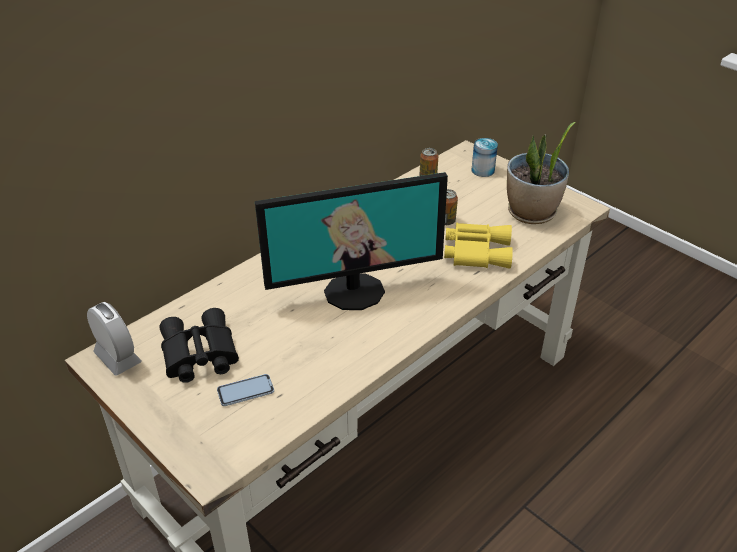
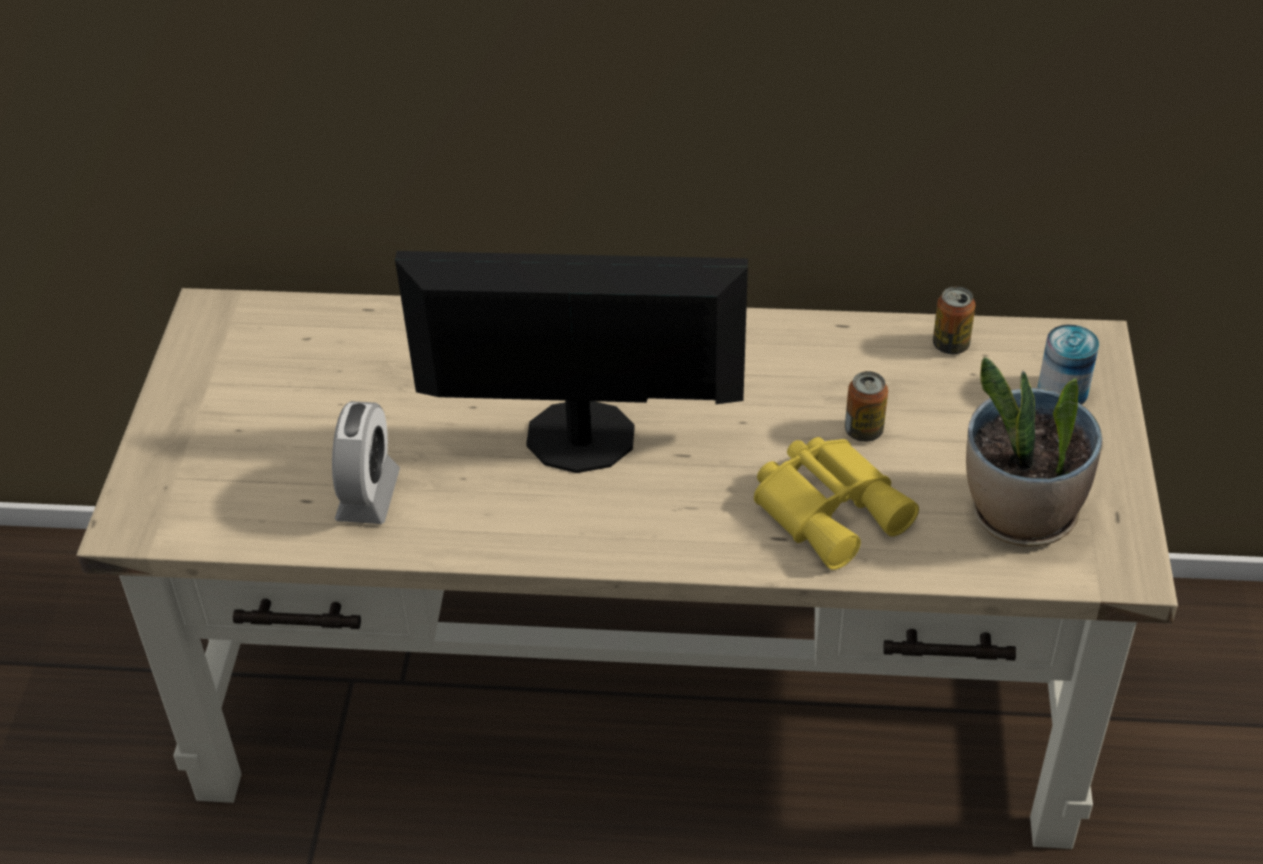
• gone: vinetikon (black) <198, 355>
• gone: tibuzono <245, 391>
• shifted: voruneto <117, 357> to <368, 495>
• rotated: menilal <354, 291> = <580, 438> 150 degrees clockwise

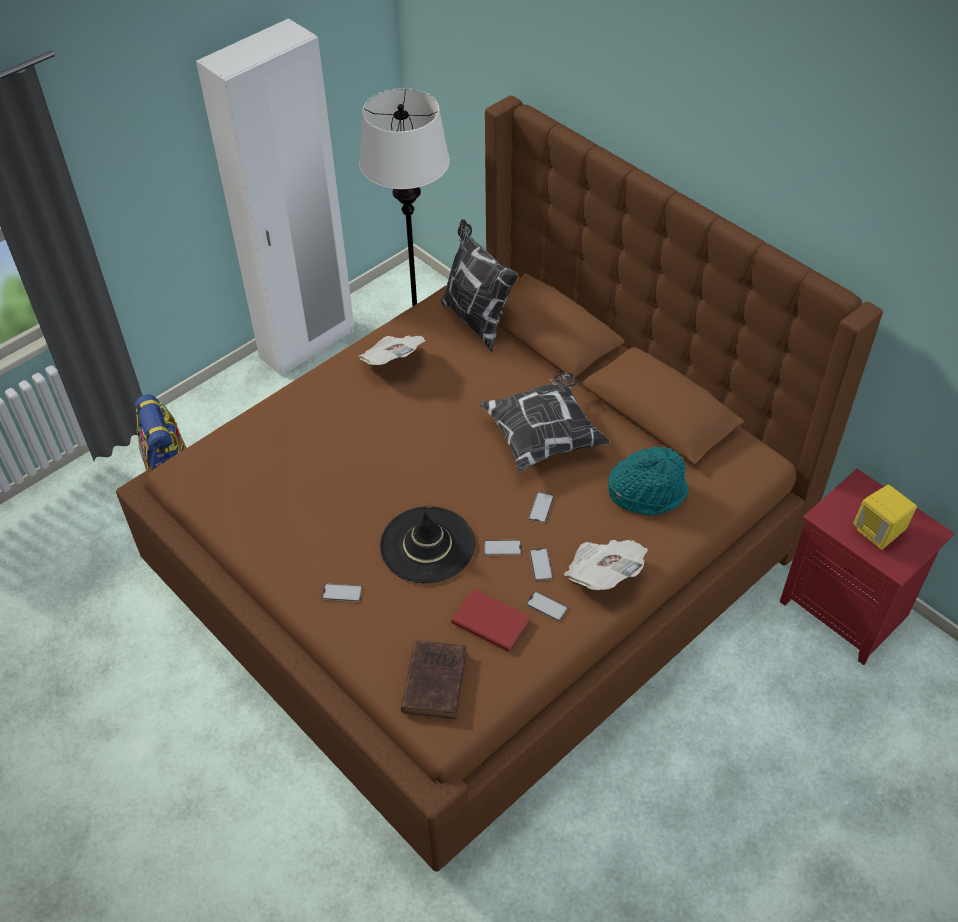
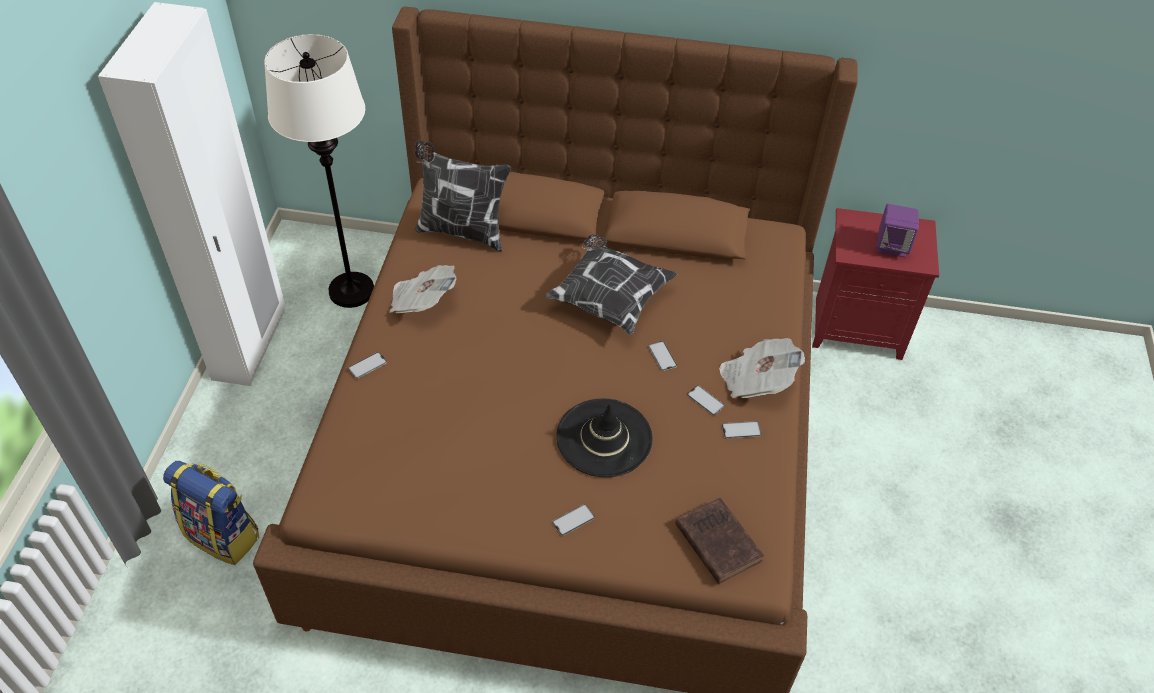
• gone: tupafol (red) <491, 620>
• gone: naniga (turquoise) <647, 492>
• shifted: tibuzono <502, 548> to <367, 365>
• repainted: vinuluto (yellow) <878, 532> to vinuluto (purple) <892, 246>

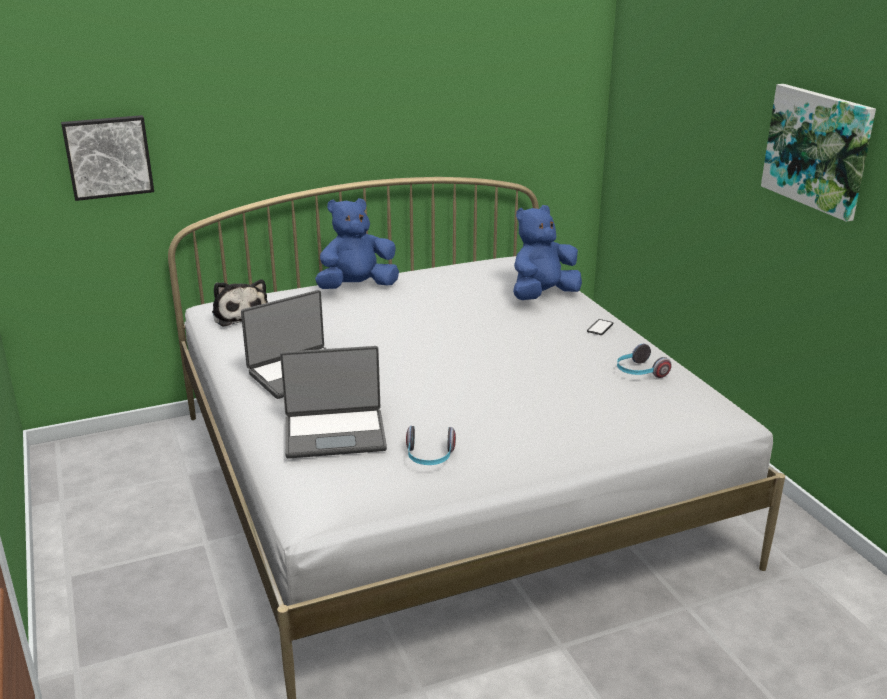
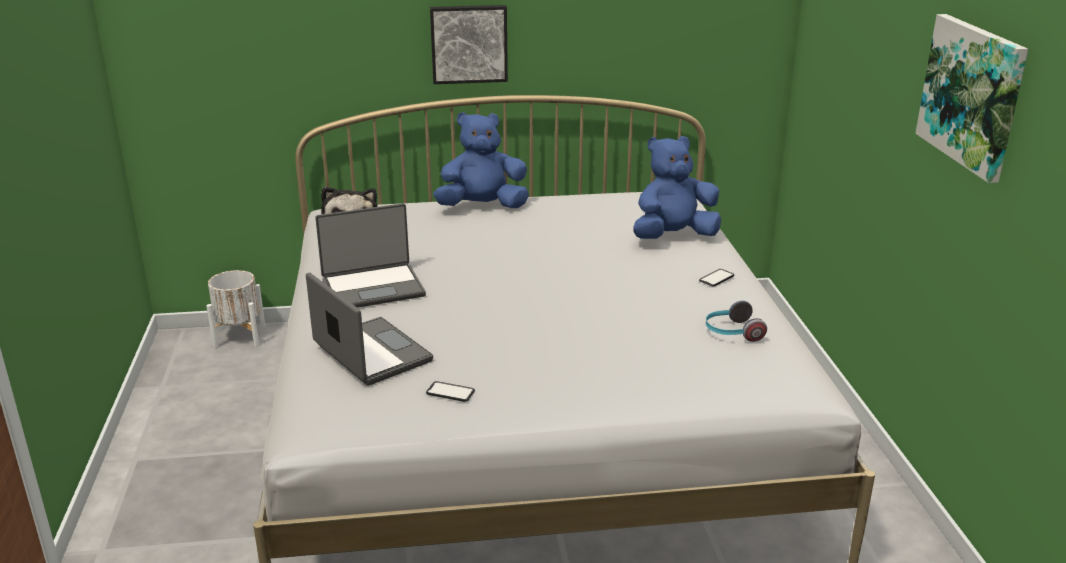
• new: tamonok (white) <239, 336>
• shifted: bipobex <108, 156> to <469, 43>
• swapped: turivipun <429, 458> to tibuzono <450, 392>
• rotated: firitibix <335, 434> = <370, 354> 135 degrees counterclockwise

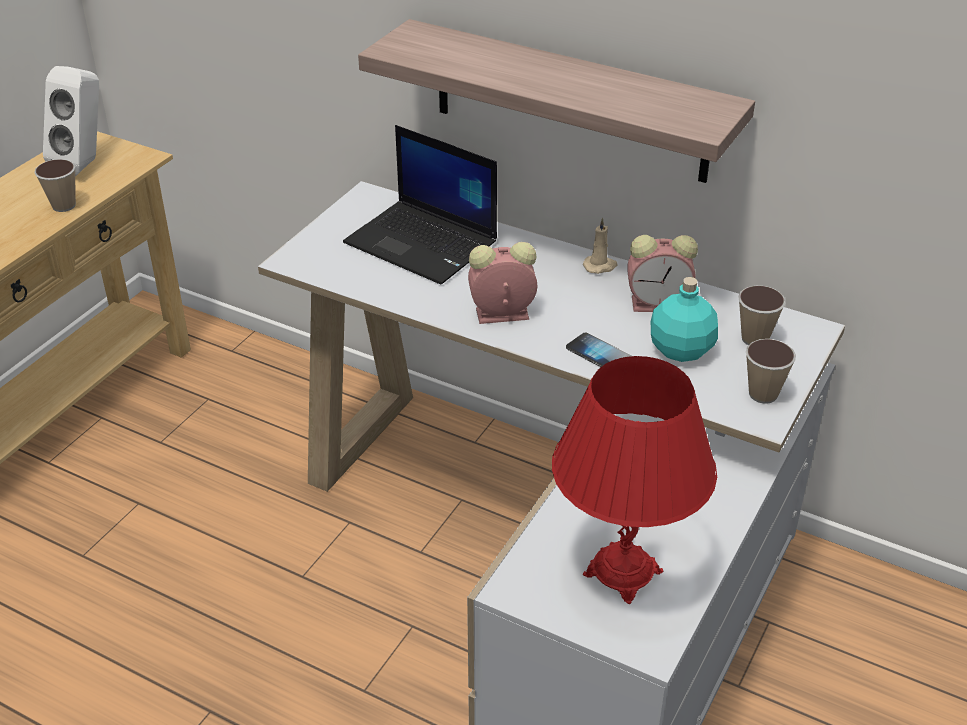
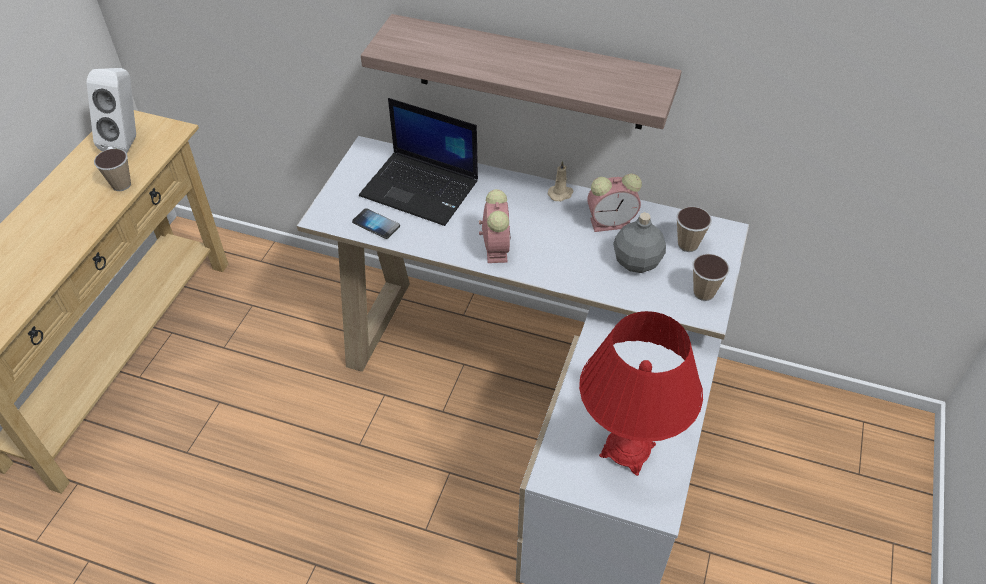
• shifted: tibuzono <598, 354> to <376, 224>
• repainted: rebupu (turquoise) <681, 350> to rebupu (grey) <637, 262>
• rotated: voruneto <500, 314> = <495, 247> 105 degrees clockwise

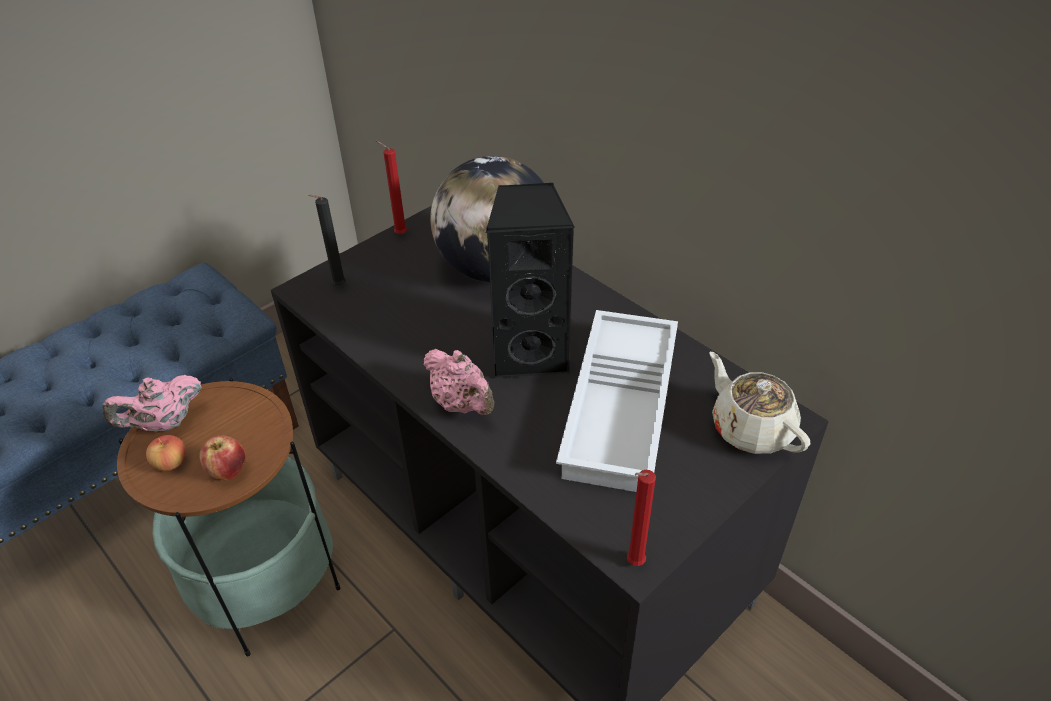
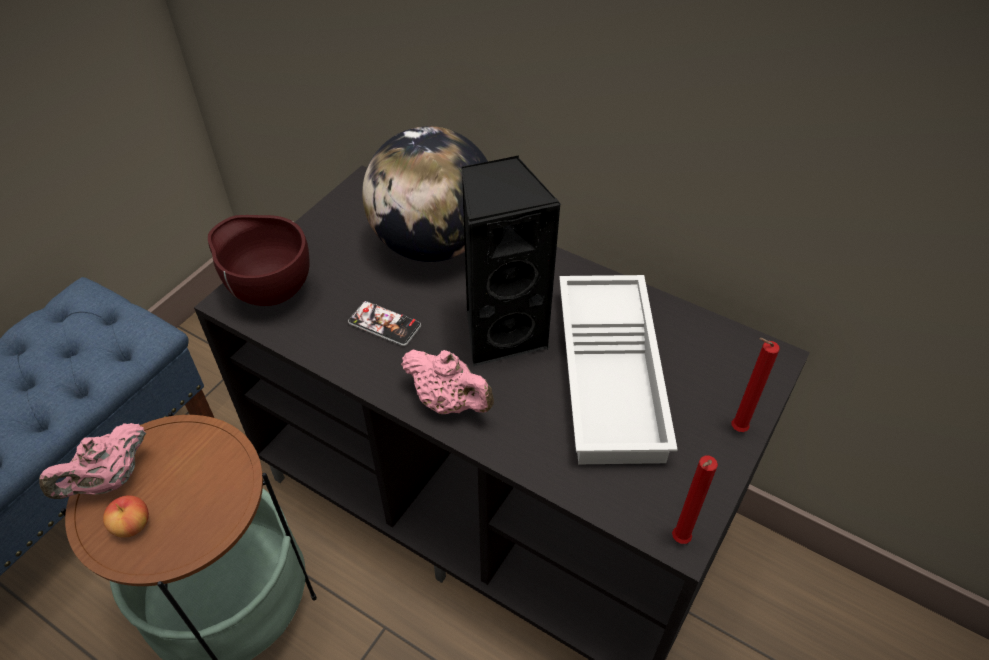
• gone: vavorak <228, 471>
• gone: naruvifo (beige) <750, 428>
• new: tibuzono <384, 324>
• shifted: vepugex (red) <398, 234> to <735, 429>
• swapped: vepugex (black) <337, 286> to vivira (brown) <269, 291>

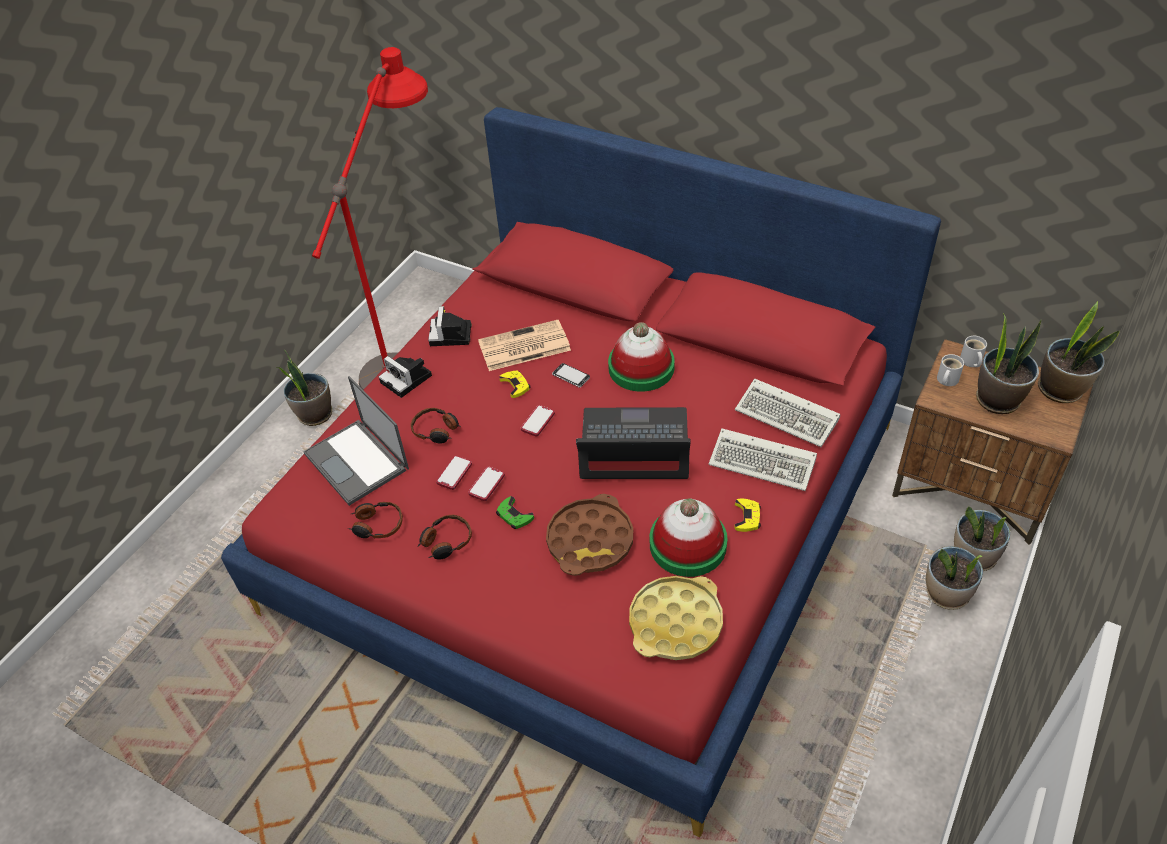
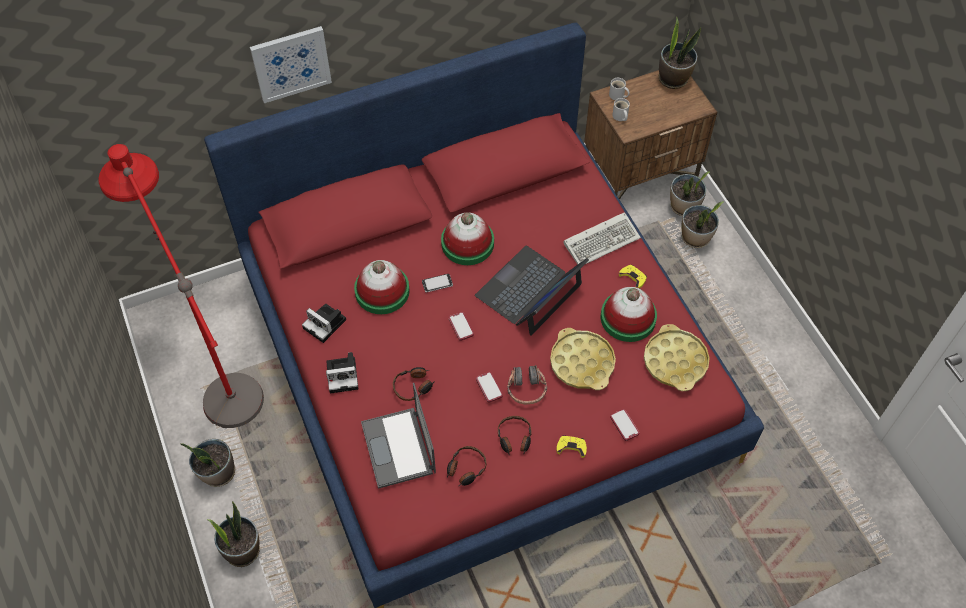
• gone: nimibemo <789, 416>
• new: bipobex <291, 63>
• shifted: tibuzono <454, 473> to <624, 425>
• shifted: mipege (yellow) <515, 385> to <571, 447>
• shifted: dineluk <998, 399> to <242, 550>
• swapped: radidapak <523, 347> to naniga <382, 291>
• swapped: mipege (green) <514, 515> to turivipun <526, 389>
• repainted: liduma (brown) <590, 540> to liduma (yellow) <582, 363>
• rotated: firitibix <357, 462> = <399, 448> 75 degrees clockwise

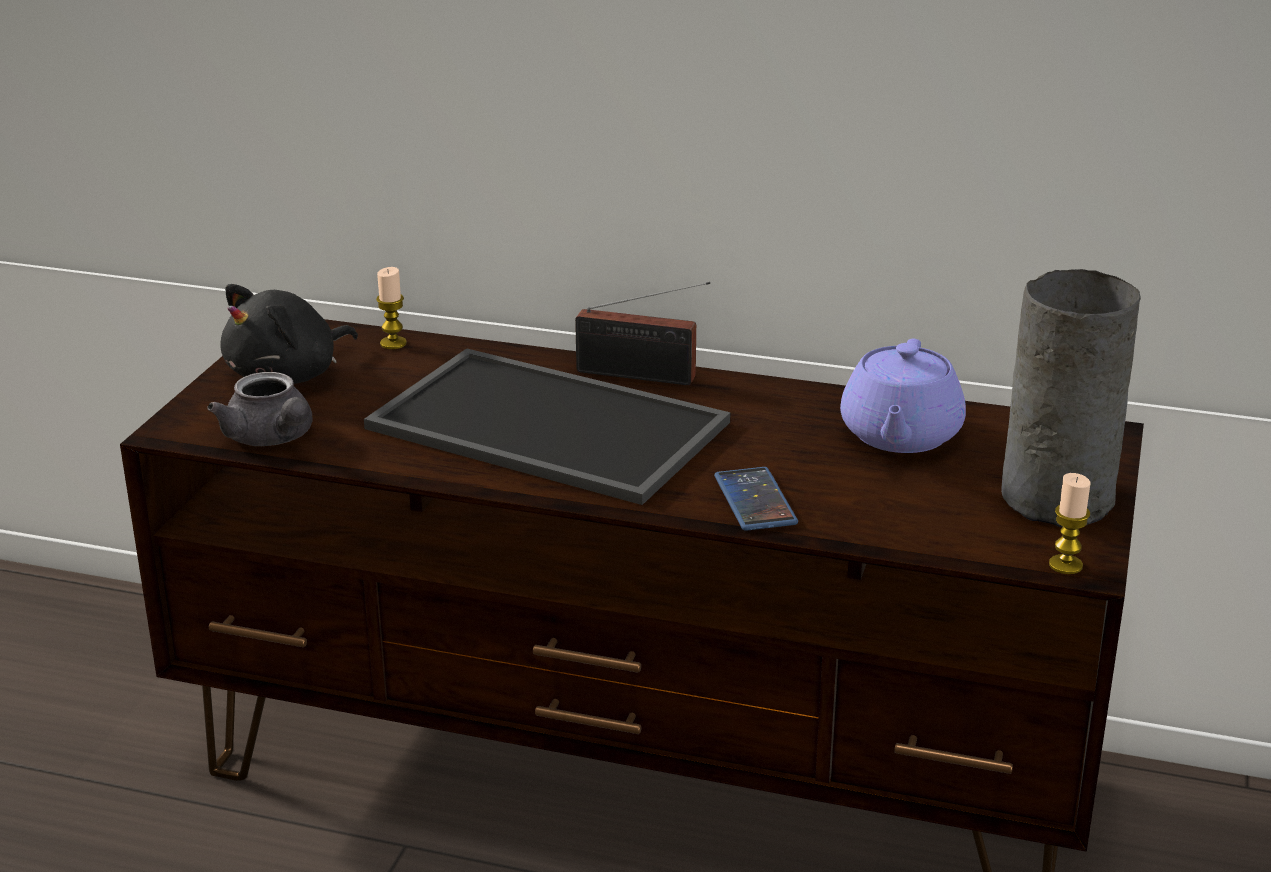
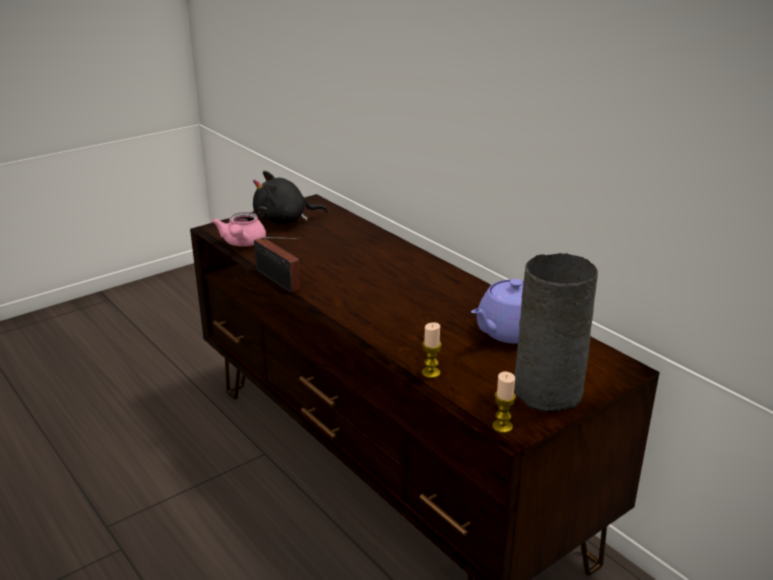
• gone: liduma <542, 427>
• gone: tibuzono <755, 500>
• shifted: vepugex <393, 343> to <431, 373>
• shifted: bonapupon <642, 376> to <279, 281>
• repainted: naruvifo (grey) <272, 439> to naruvifo (pink) <242, 243>

